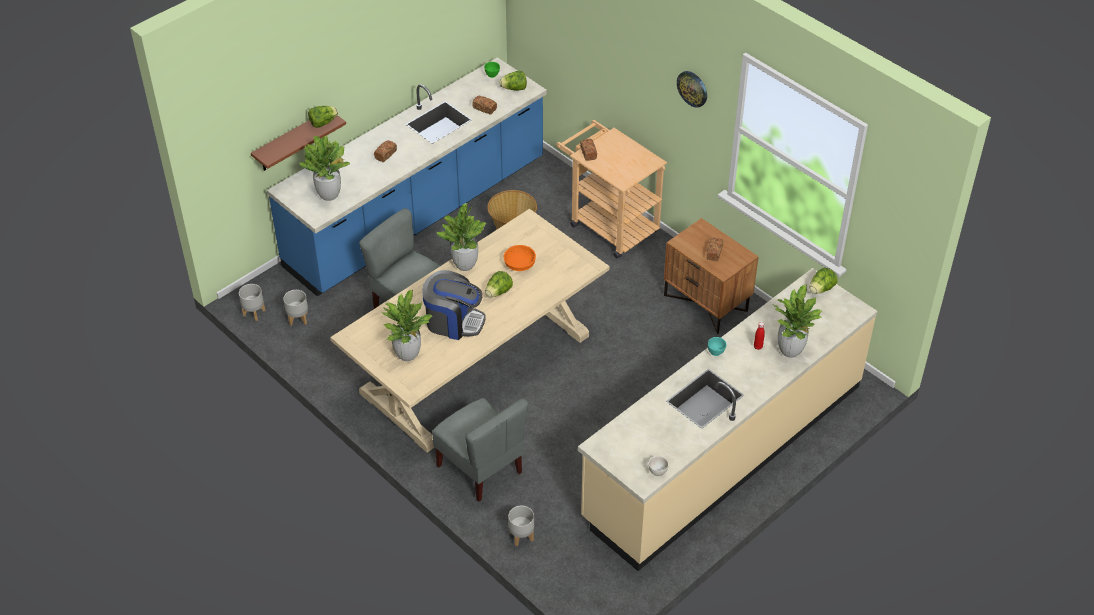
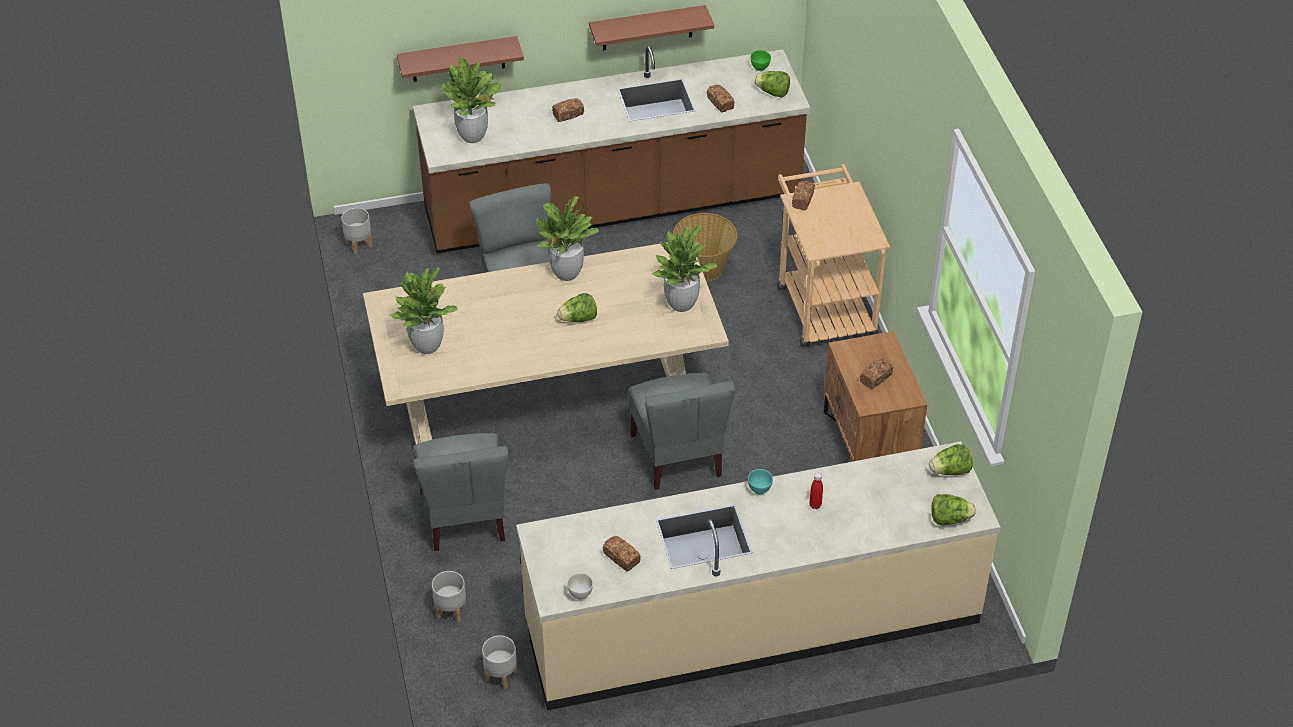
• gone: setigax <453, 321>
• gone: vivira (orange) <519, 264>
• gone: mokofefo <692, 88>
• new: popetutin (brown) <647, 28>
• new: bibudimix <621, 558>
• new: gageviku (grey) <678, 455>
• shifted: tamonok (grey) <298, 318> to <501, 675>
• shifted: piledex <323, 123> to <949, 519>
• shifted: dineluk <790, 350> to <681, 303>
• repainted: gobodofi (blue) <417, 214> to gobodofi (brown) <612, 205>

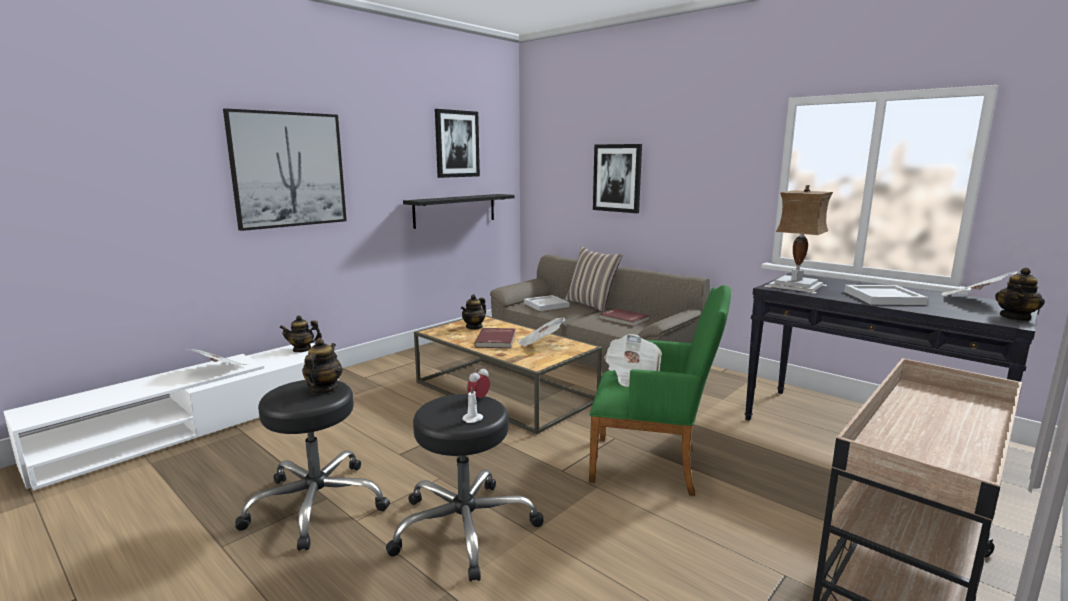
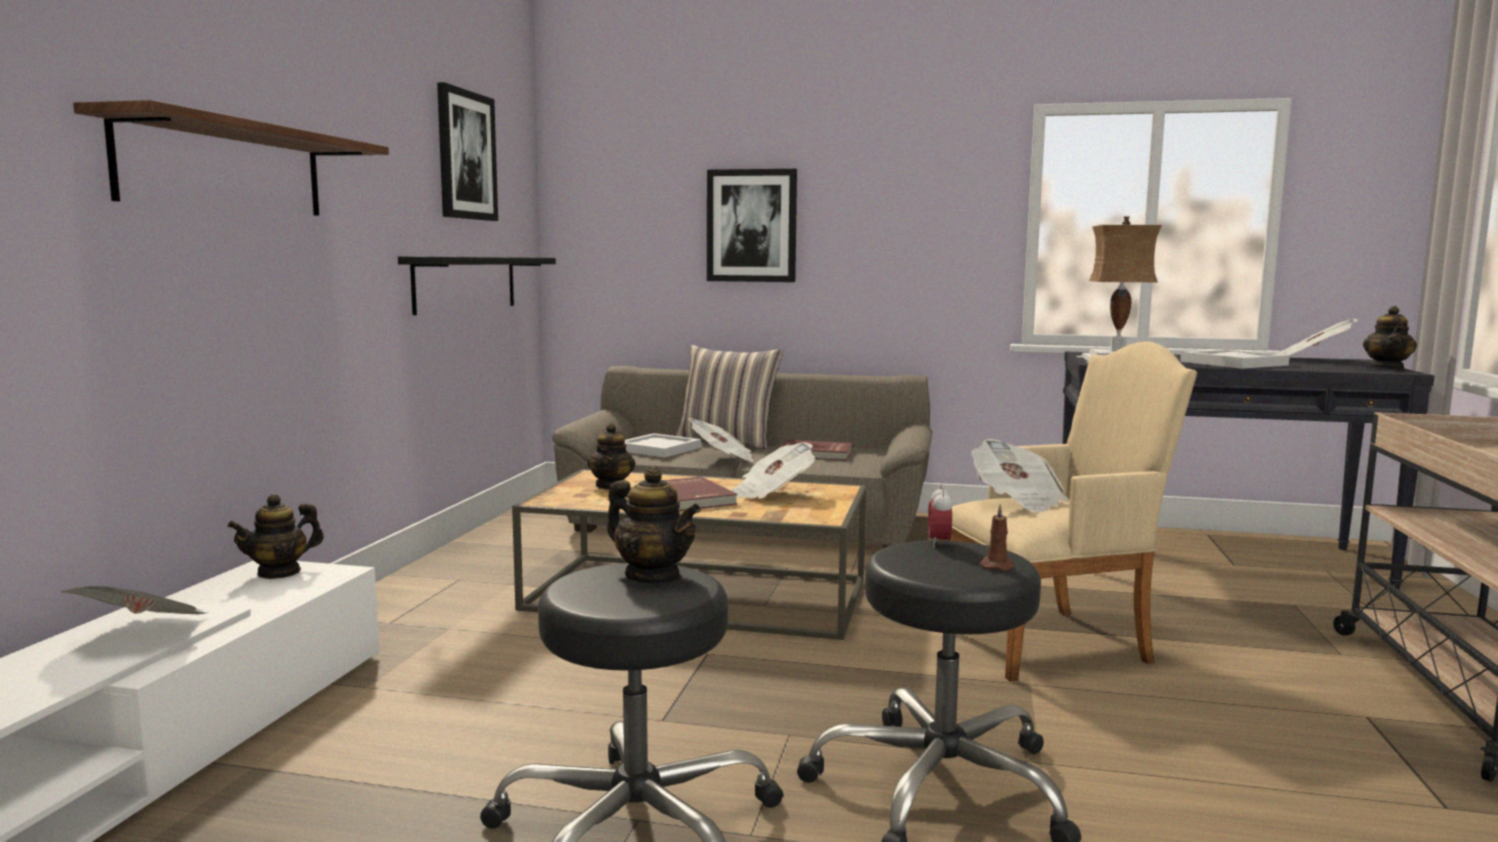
• new: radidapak <723, 458>
• swapped: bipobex <289, 170> to popetutin <225, 169>
• repainted: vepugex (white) <473, 419> to vepugex (brown) <997, 566>
• repainted: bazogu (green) <652, 466> to bazogu (beige) <1053, 642>
• rotated: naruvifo <323, 389> = <653, 576> 150 degrees clockwise

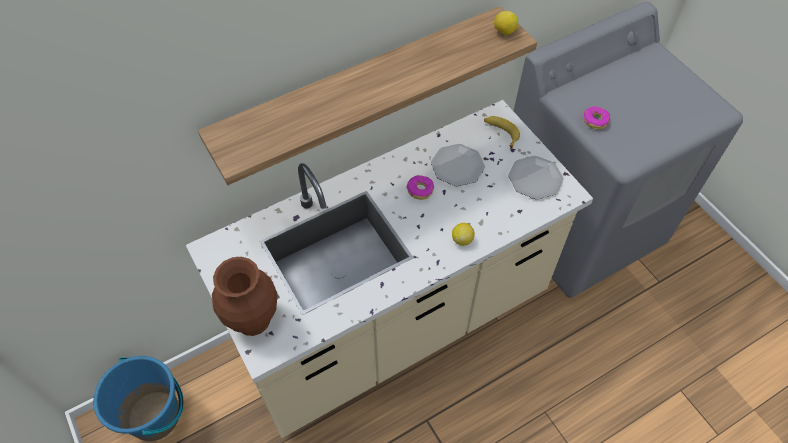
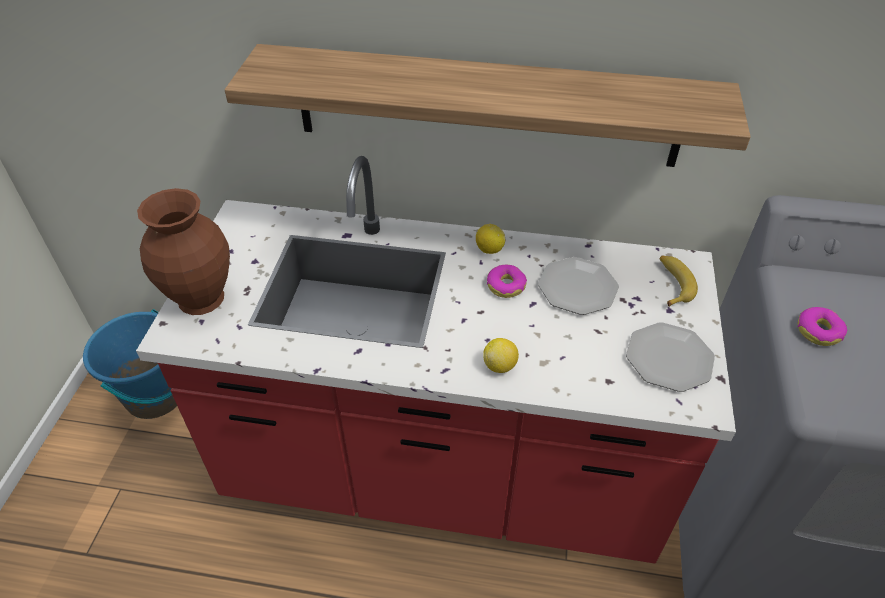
• shifted: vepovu <504, 32> to <489, 249>
• repainted: gobodofi (beige) <394, 324> to gobodofi (red) <442, 474>

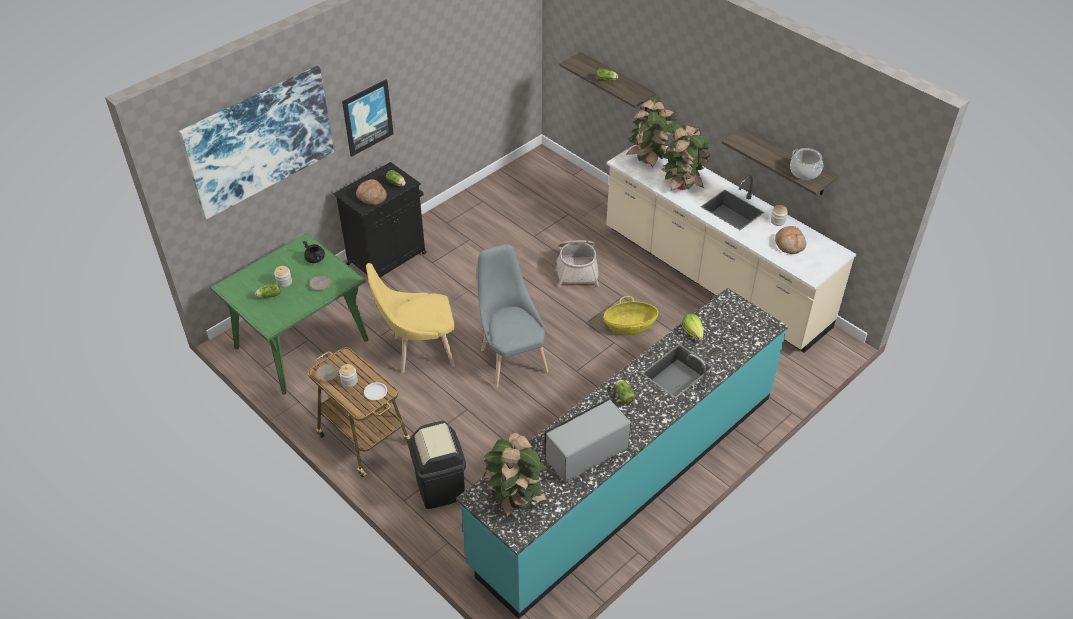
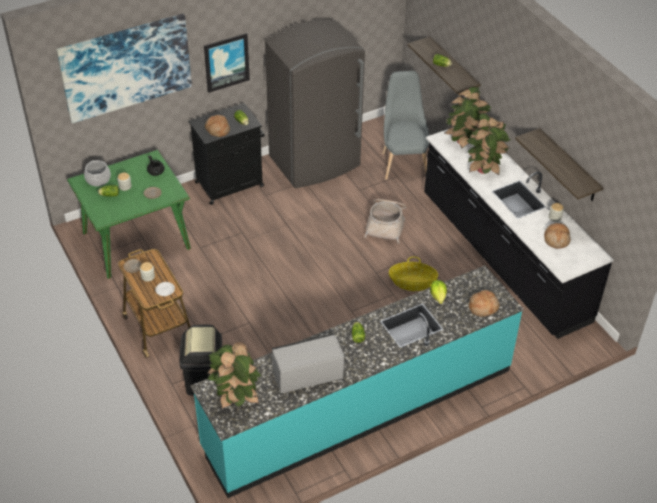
• gone: gageviku (yellow) <418, 351>
• new: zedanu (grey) <315, 162>
• new: bibudimix <483, 307>
• shifted: gageviku (grey) <511, 357> to <403, 162>
• shifted: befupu <805, 171> to <98, 179>
• repainted: gobodofi (beige) <713, 278> to gobodofi (black) <503, 258>

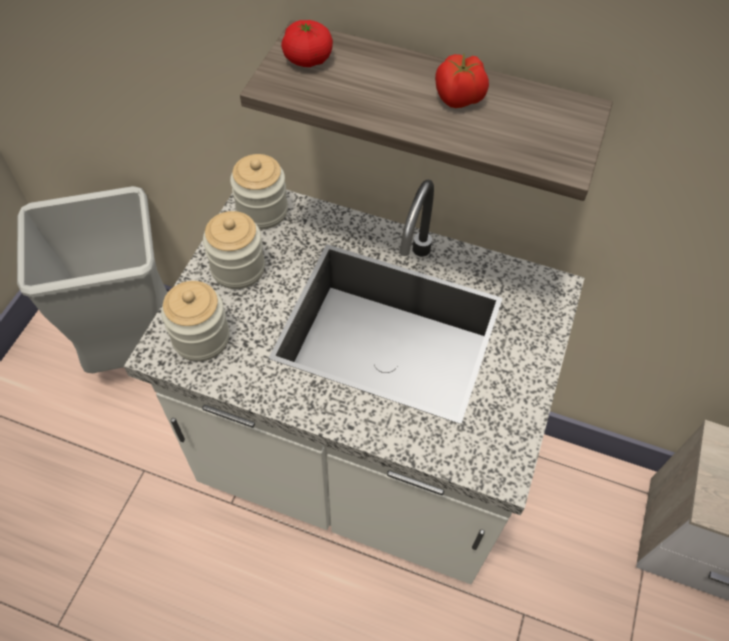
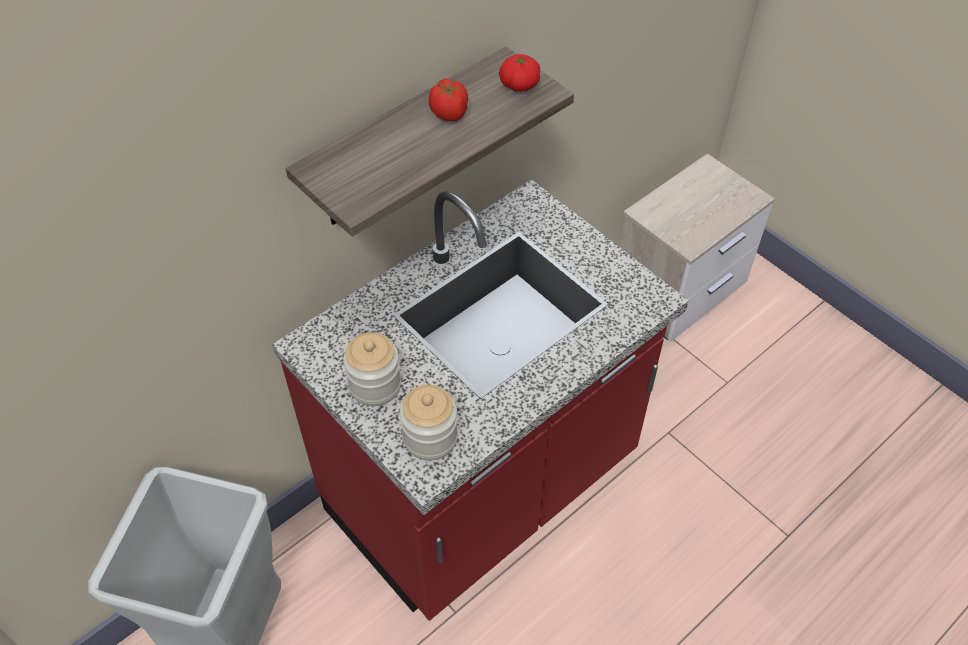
• gone: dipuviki <262, 211>
• shifted: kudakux <308, 59> to <519, 85>
• repainted: gobodofi (white) <359, 468> to gobodofi (red) <483, 489>

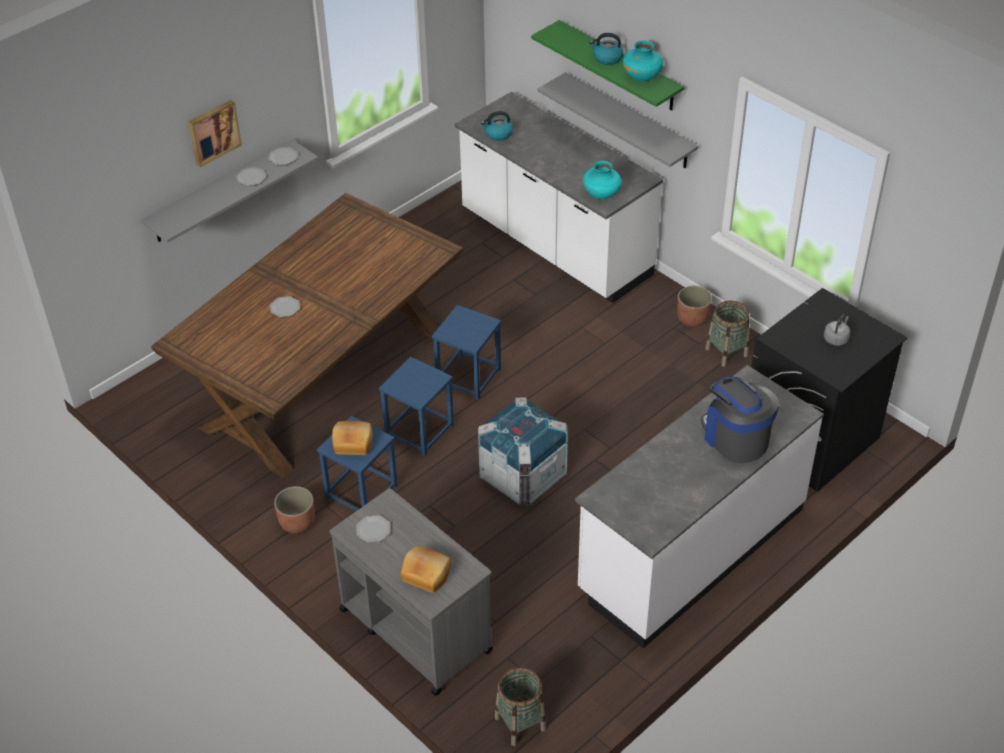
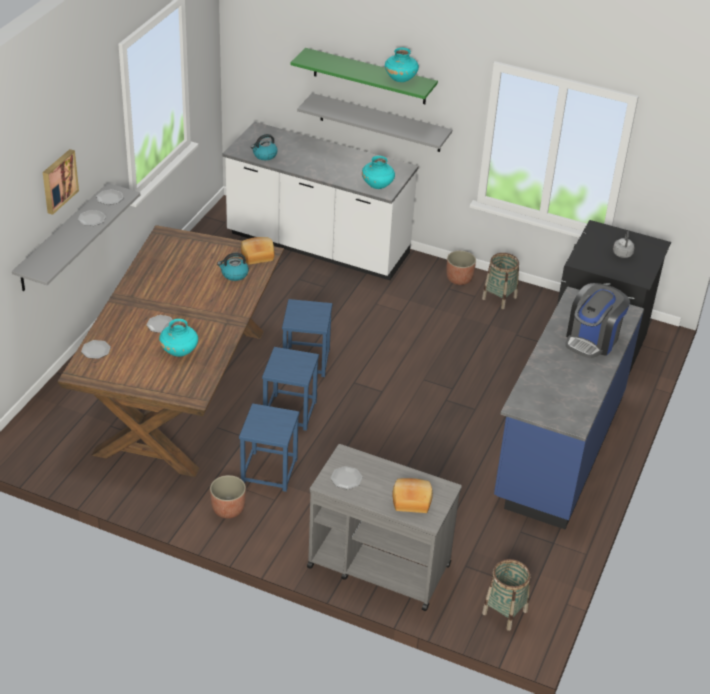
• gone: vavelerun <522, 476>
• new: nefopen <95, 350>
• new: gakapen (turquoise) <179, 351>
• shifted: bibudimix <353, 443> to <257, 255>
• shifted: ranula <607, 58> to <234, 274>
• repainted: gobodofi (white) <690, 550> to gobodofi (blue) <558, 448>
• rotated: setigax <735, 438> = <592, 340> 90 degrees counterclockwise

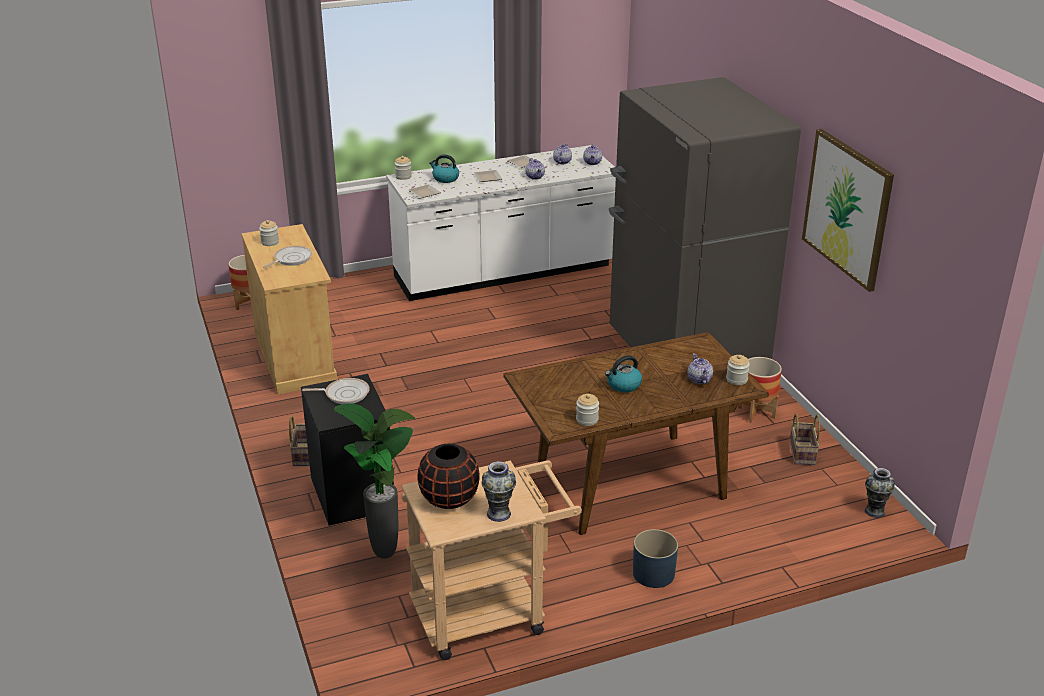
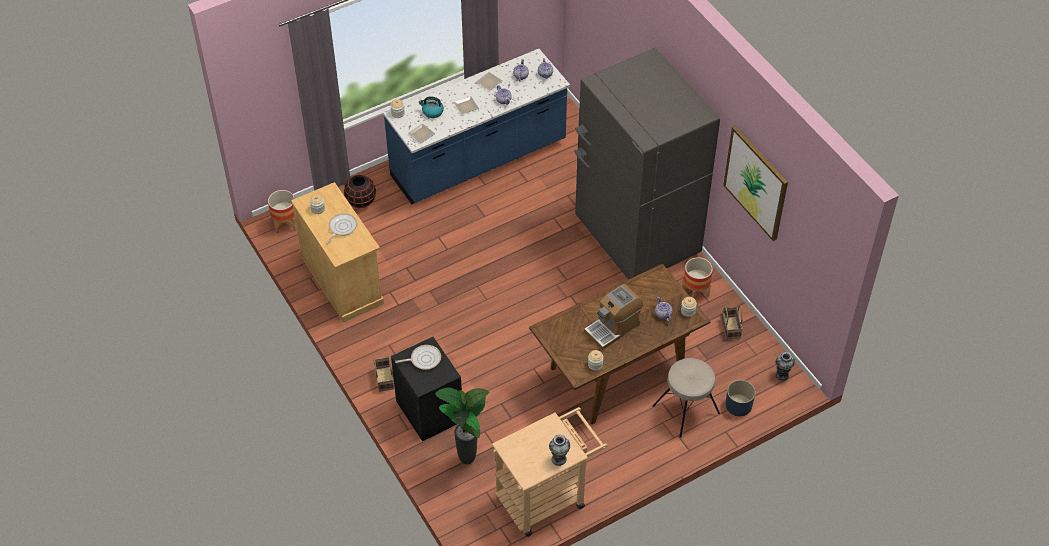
• new: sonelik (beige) <686, 410>
• shifted: gakapen (black) <449, 499> to <361, 201>
• shifted: tamonok (blue) <653, 574> to <738, 405>
• swapped: ranula <623, 385> to setigax <613, 327>
• repainted: gobodofi (white) <504, 273> to gobodofi (blue) <479, 161>

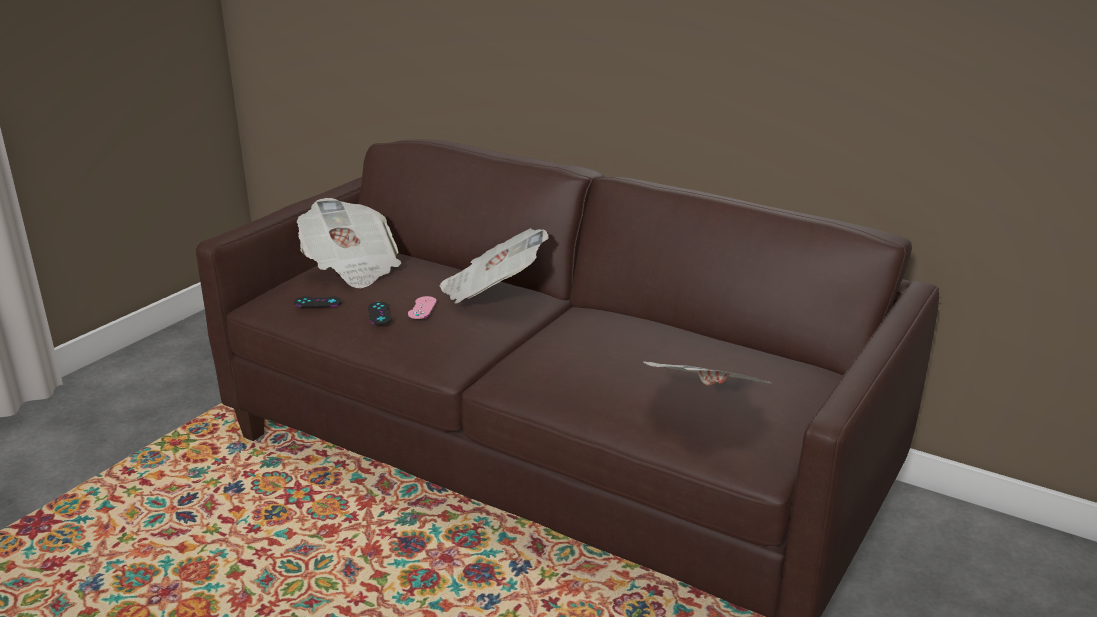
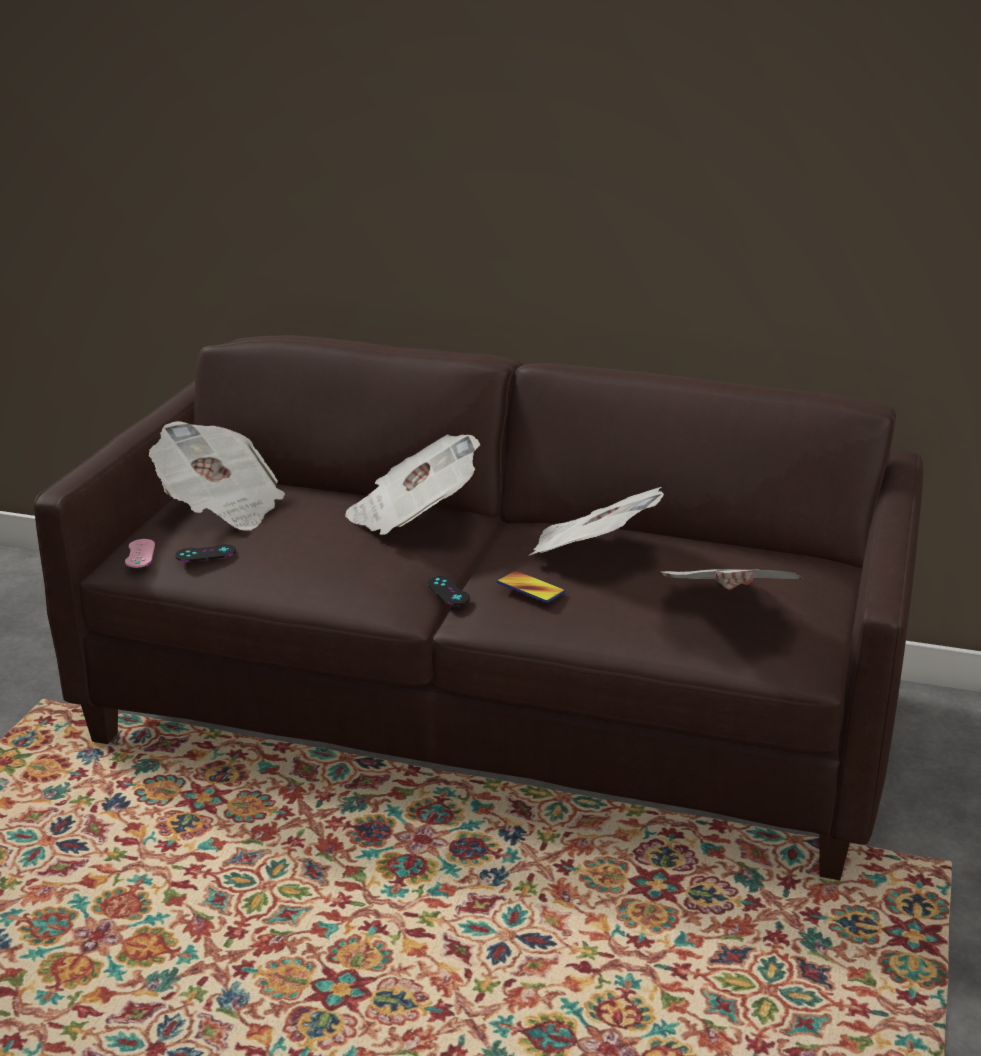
• new: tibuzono <530, 588>
• new: radidapak <592, 554>
• shifted: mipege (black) <379, 313> to <448, 591>
• shifted: mipege (pink) <422, 308> to <140, 553>

